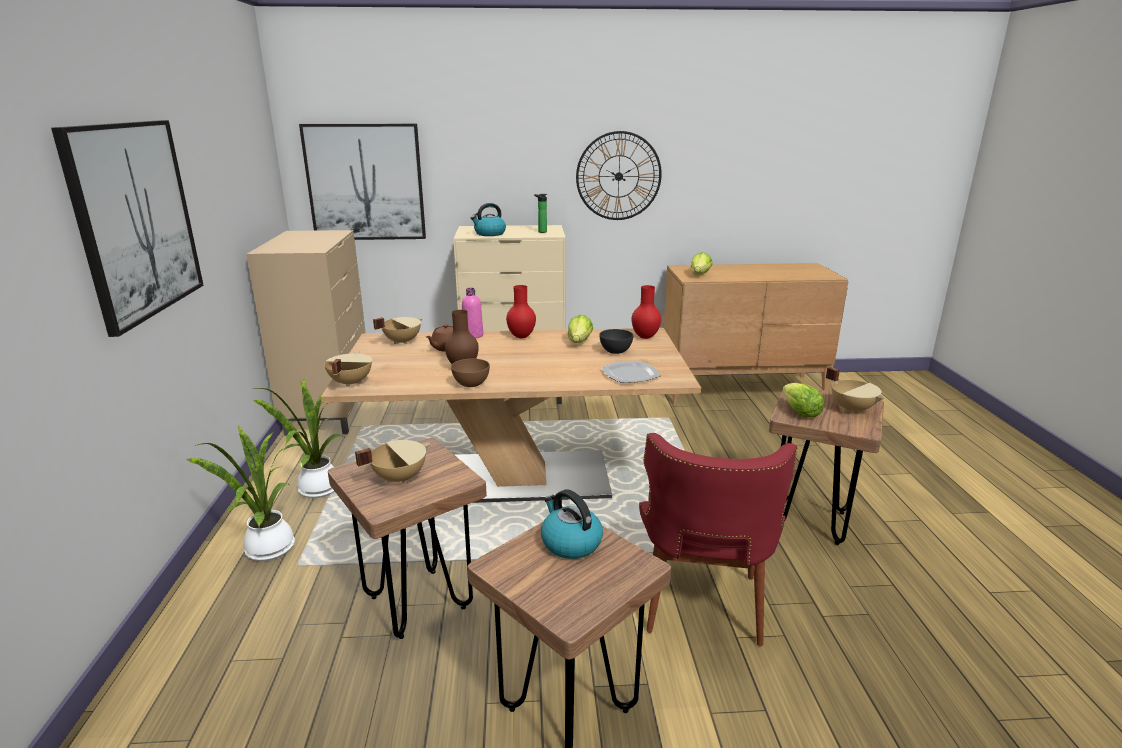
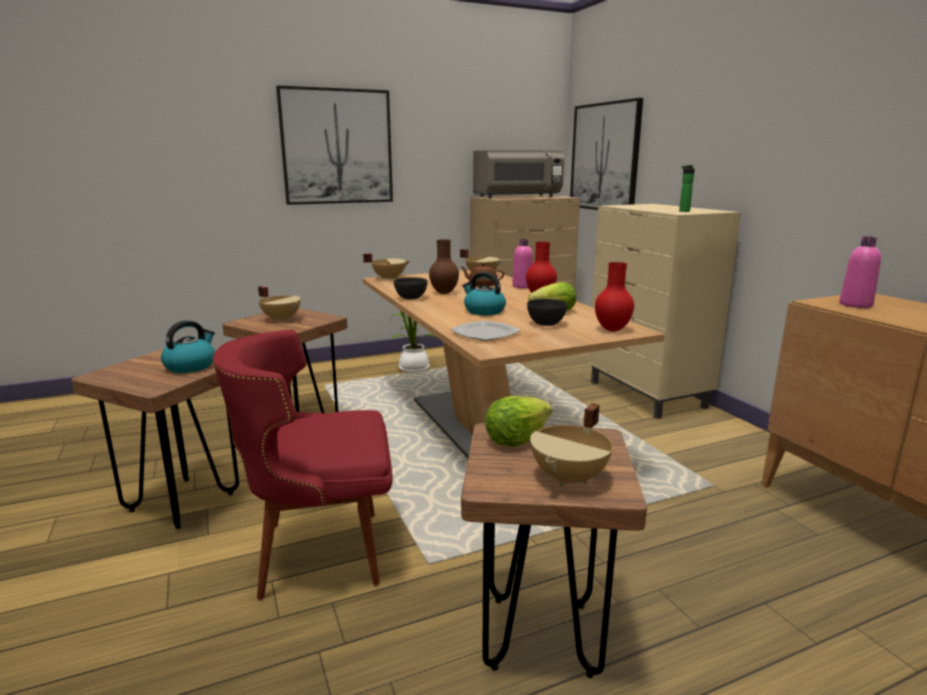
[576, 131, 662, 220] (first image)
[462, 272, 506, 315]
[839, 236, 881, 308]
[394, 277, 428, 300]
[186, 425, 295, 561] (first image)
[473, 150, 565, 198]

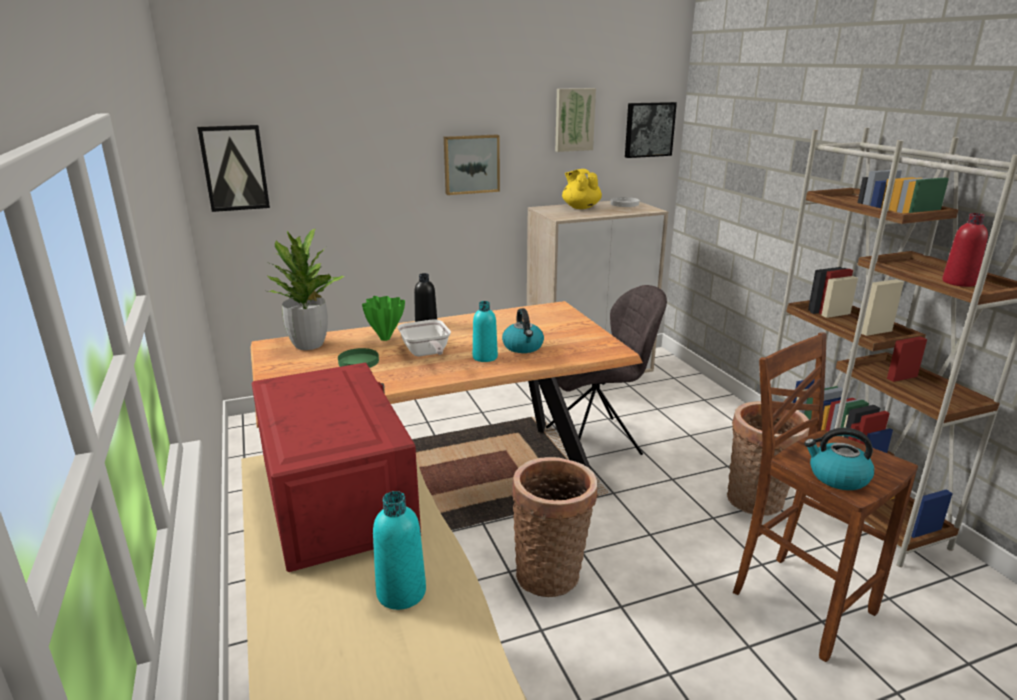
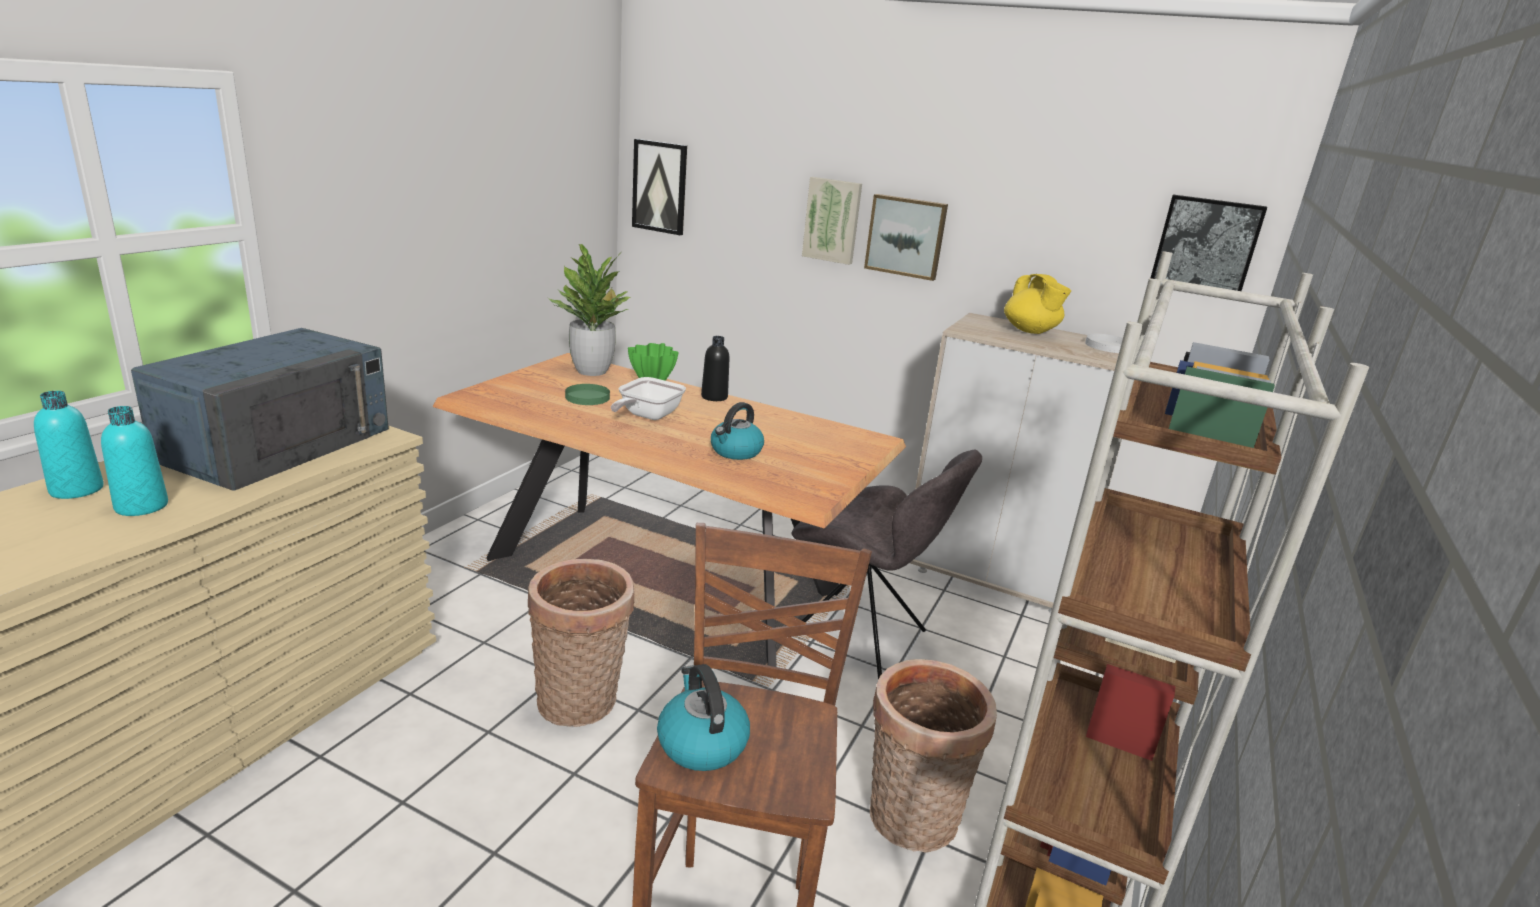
[802, 177, 862, 265]
[1004, 274, 1071, 334]
[942, 213, 988, 287] (first image)
[34, 391, 104, 499]
[131, 328, 389, 491]

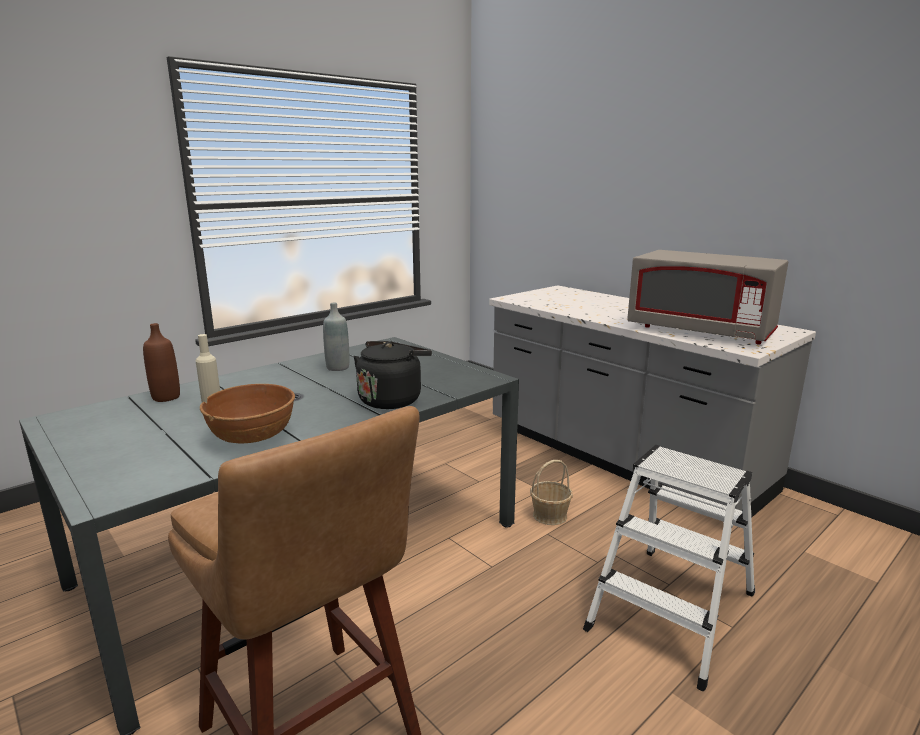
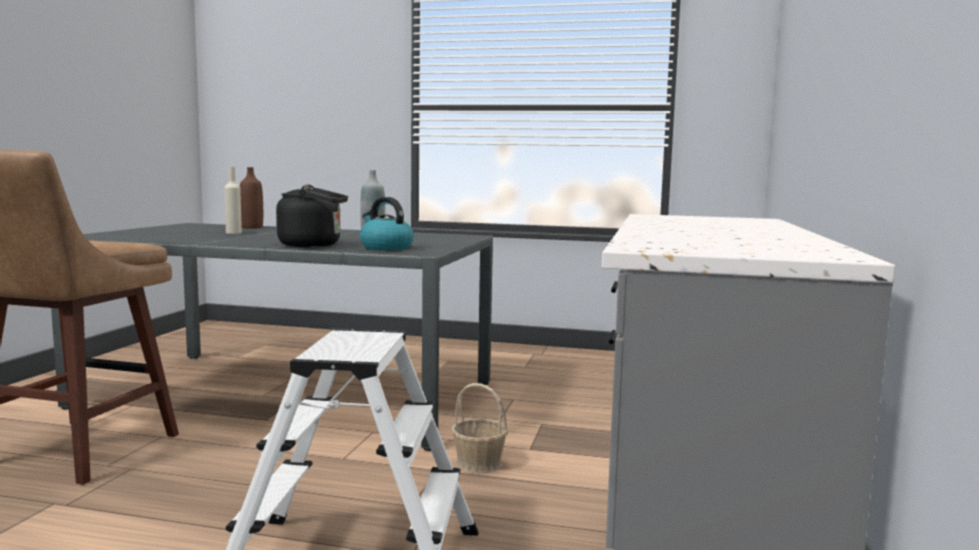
[627, 250, 788, 345] (first image)
[200, 384, 295, 444] (first image)
[360, 197, 414, 250]

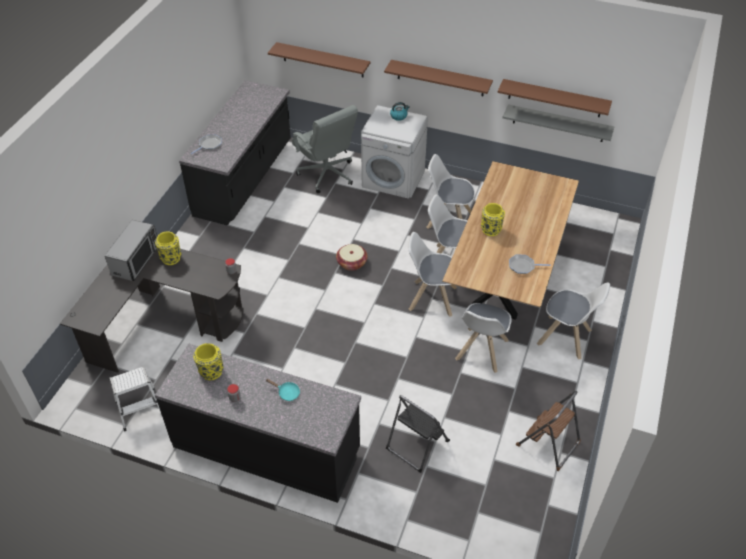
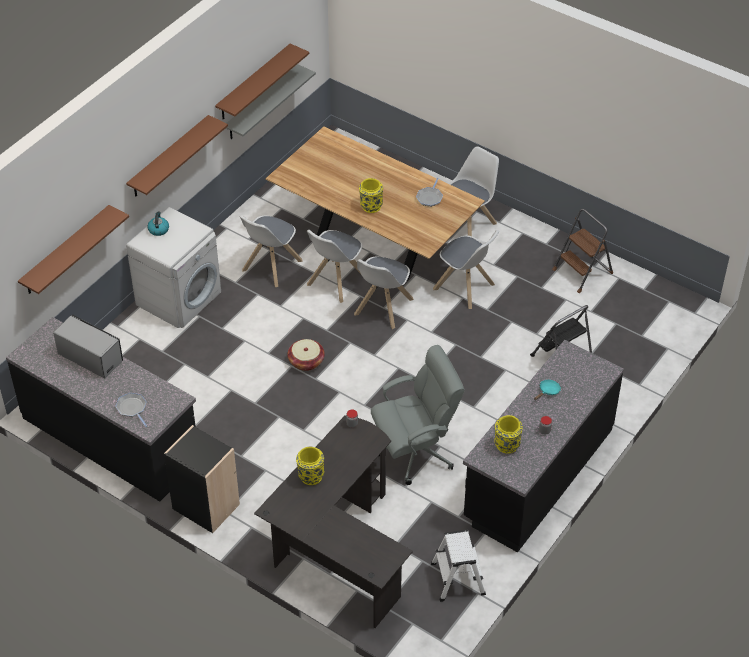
[371, 345, 465, 485]
[53, 314, 123, 379]
[164, 425, 240, 533]

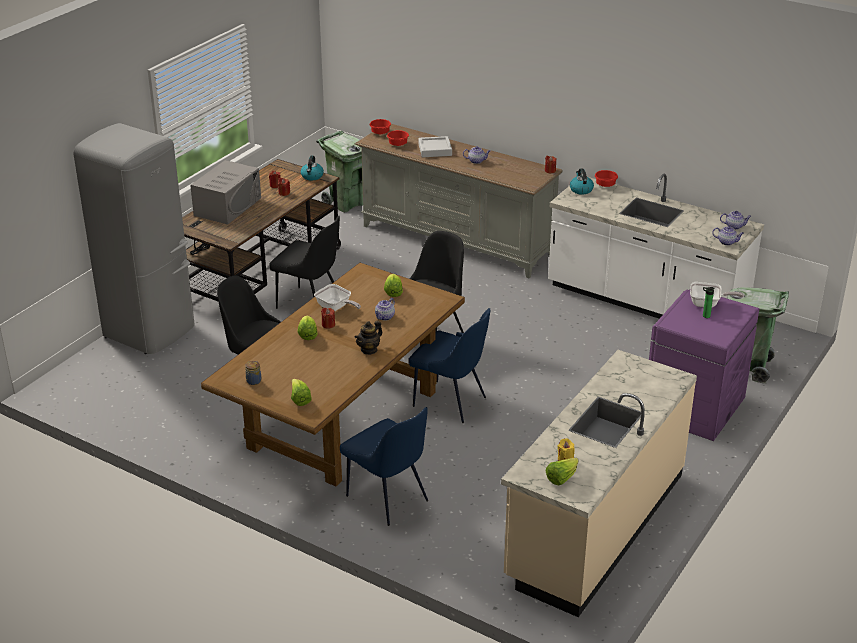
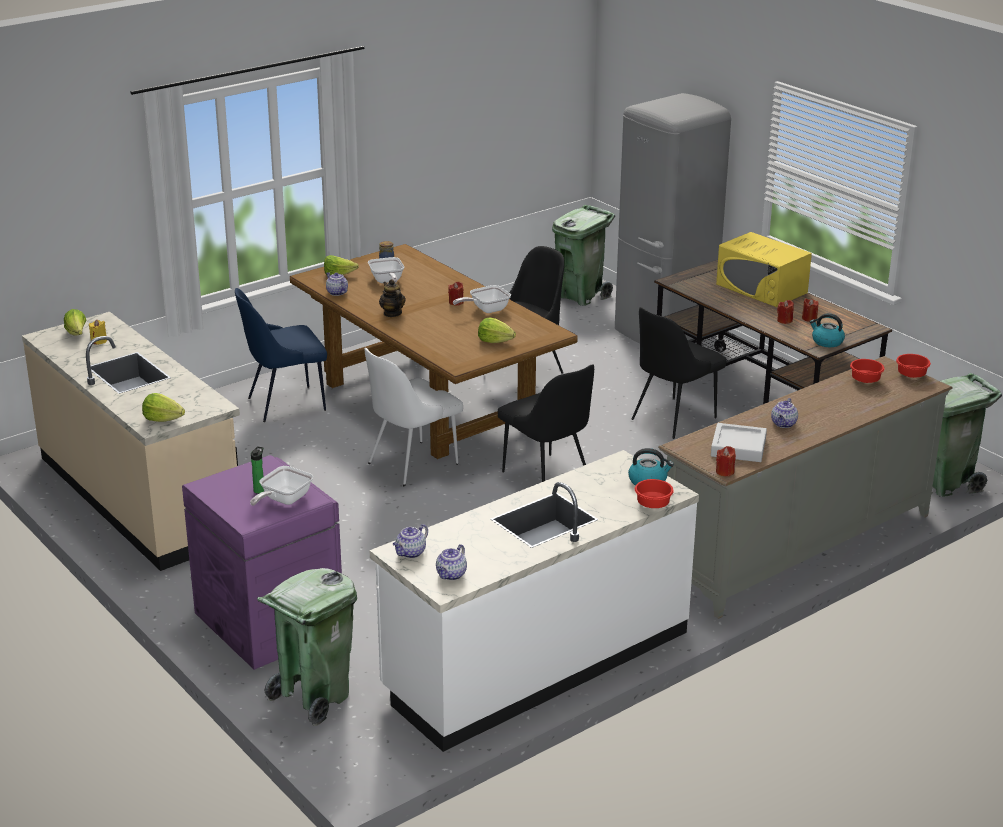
[711, 423, 767, 462]
[716, 232, 812, 307]
[326, 272, 348, 296]
[364, 348, 463, 486]
[142, 393, 185, 422]
[552, 205, 615, 306]
[368, 257, 404, 283]

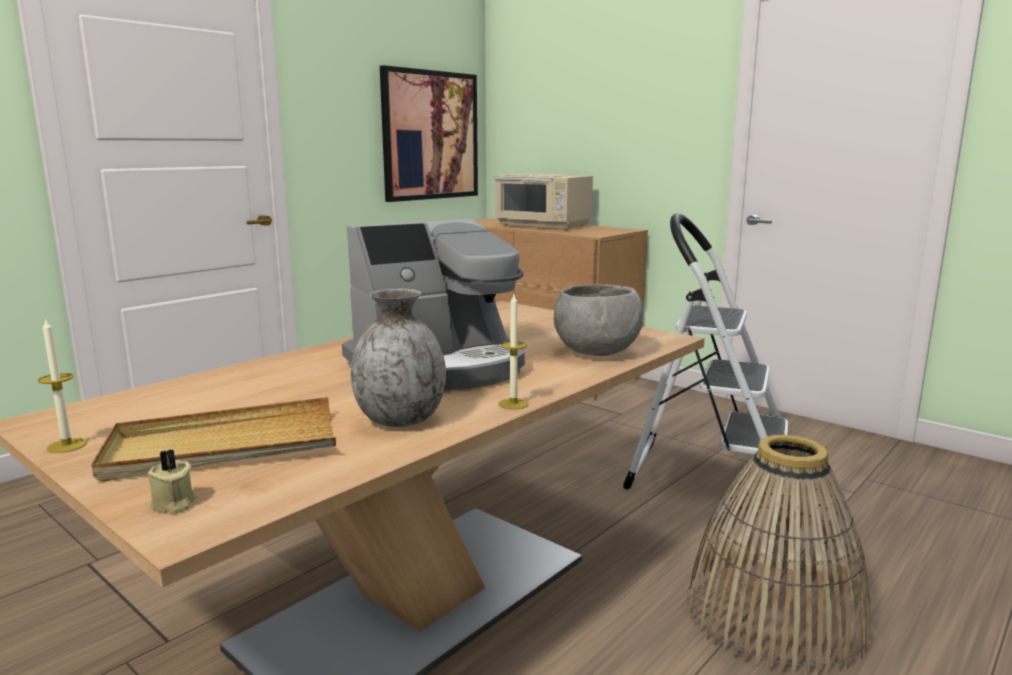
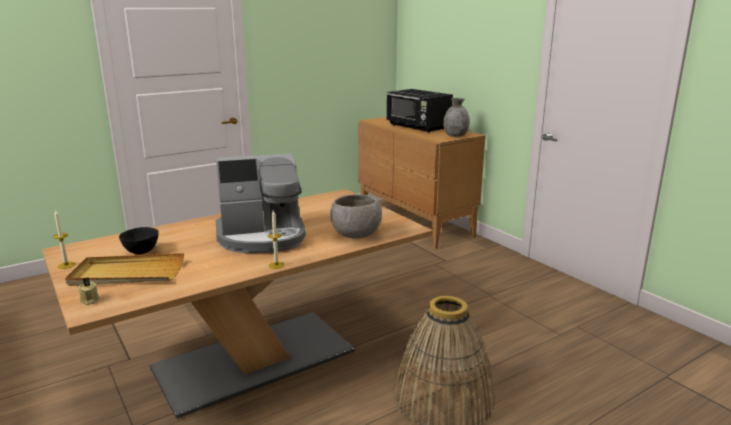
[380, 65, 478, 202] (first image)
[386, 89, 453, 133]
[623, 213, 790, 497] (first image)
[443, 98, 470, 137]
[119, 227, 159, 254]

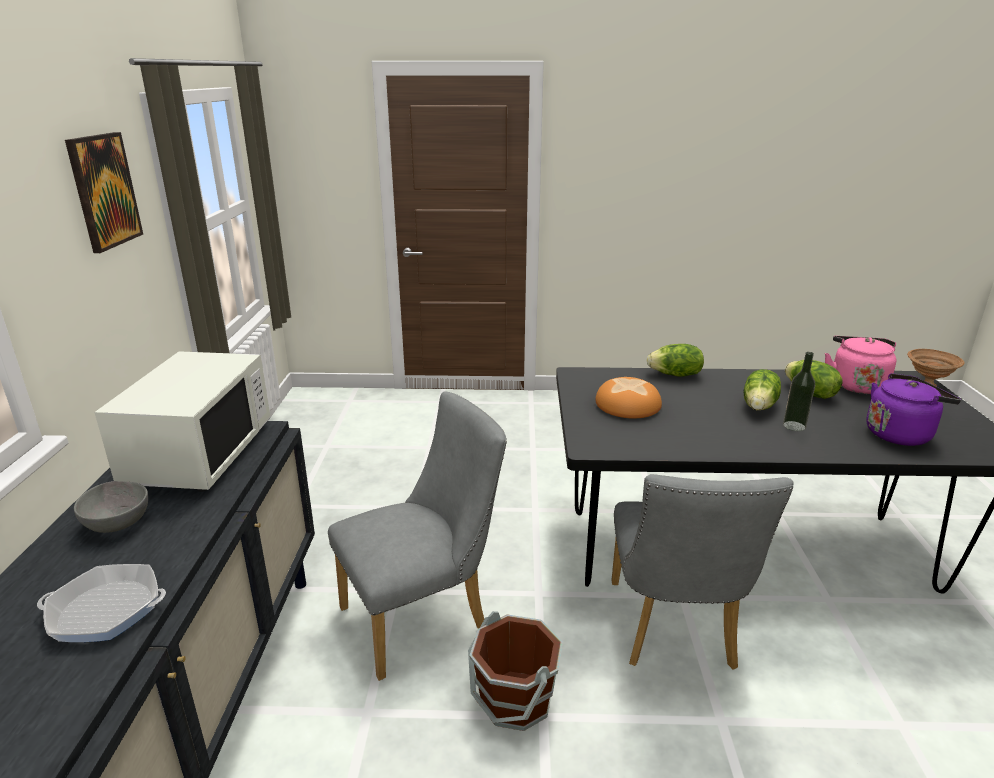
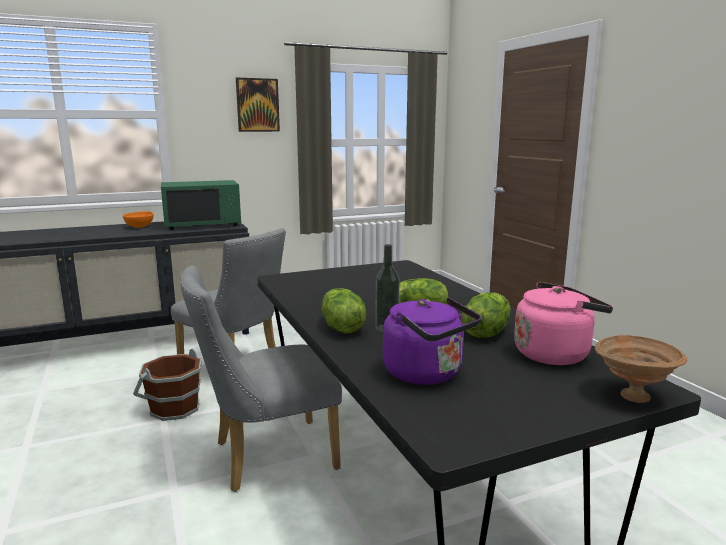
[322, 288, 366, 333]
[161, 180, 241, 230]
[595, 377, 662, 419] (first image)
[123, 211, 154, 228]
[37, 564, 166, 642] (first image)

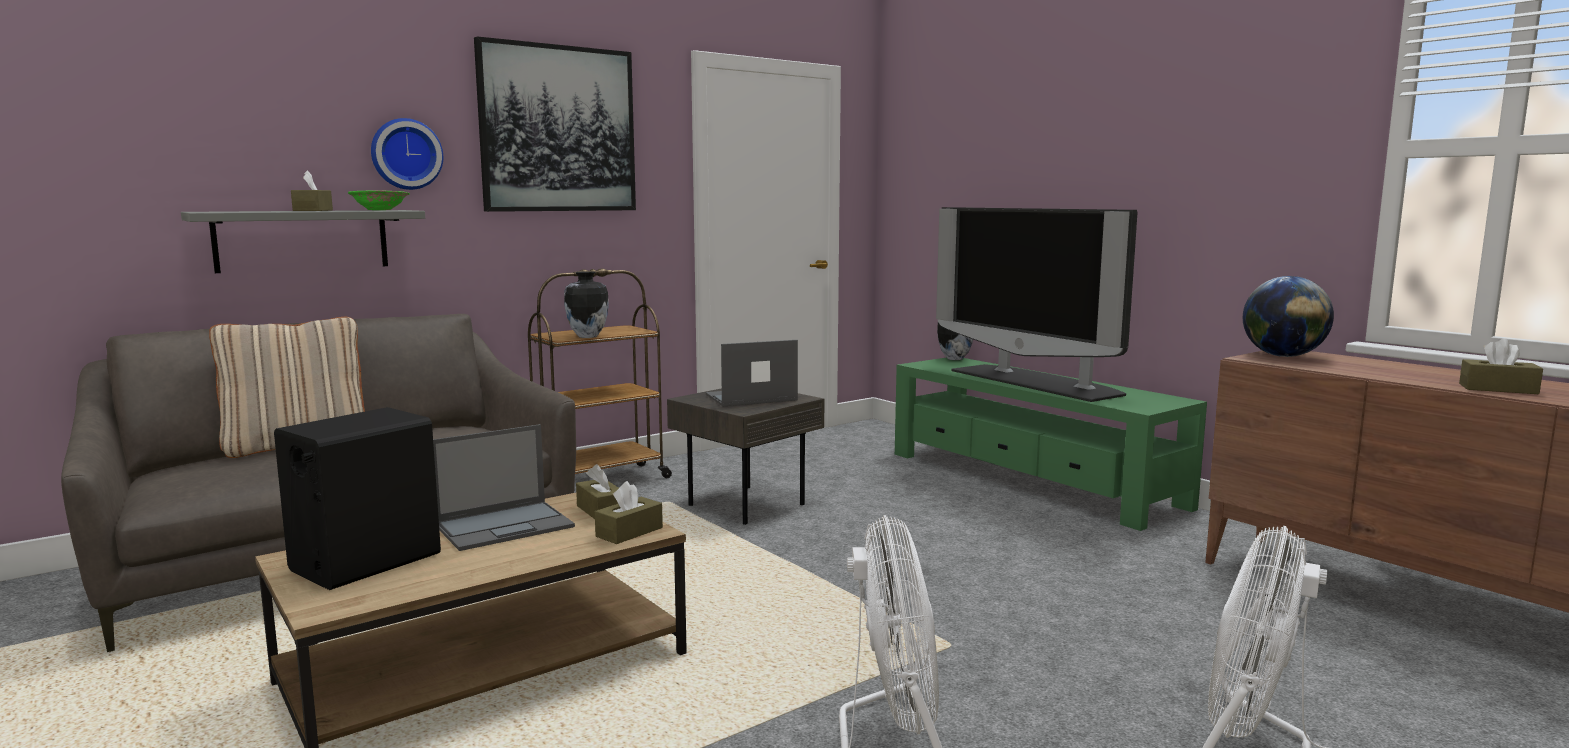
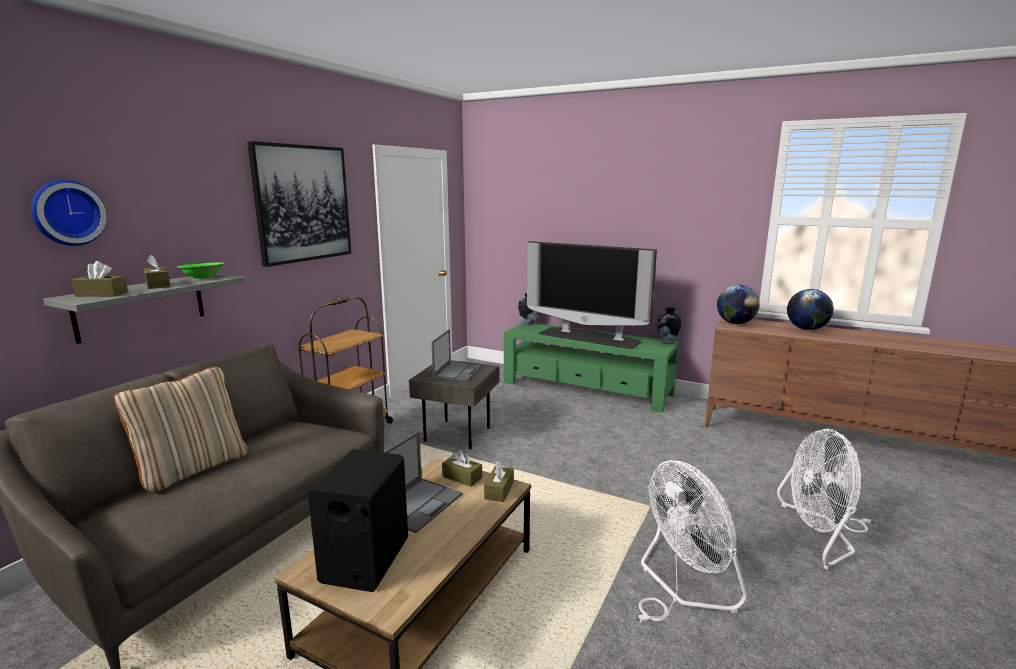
[31, 180, 107, 246]
[657, 307, 682, 344]
[72, 261, 128, 297]
[431, 329, 482, 381]
[787, 289, 834, 330]

